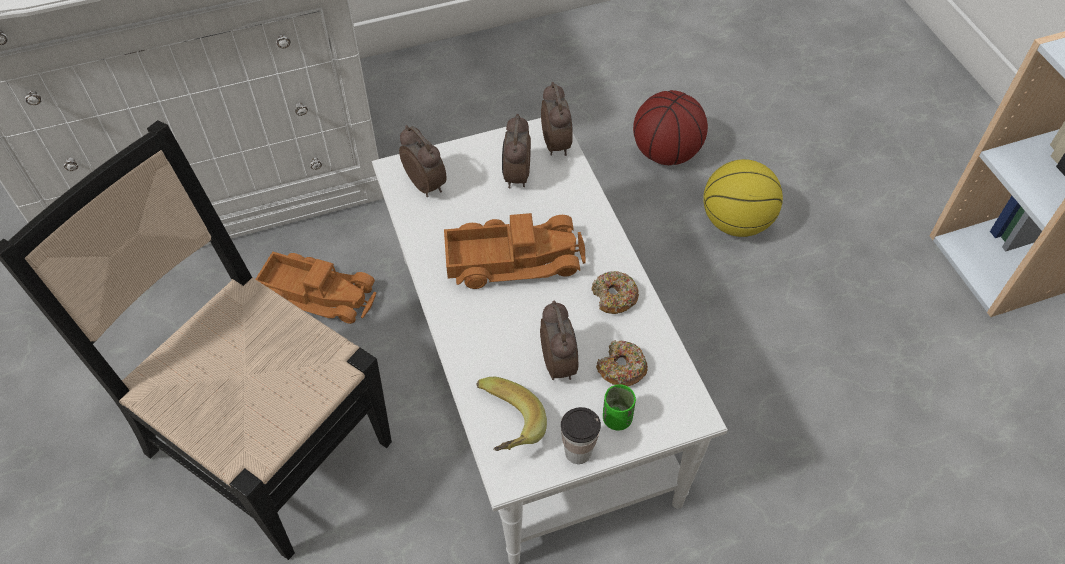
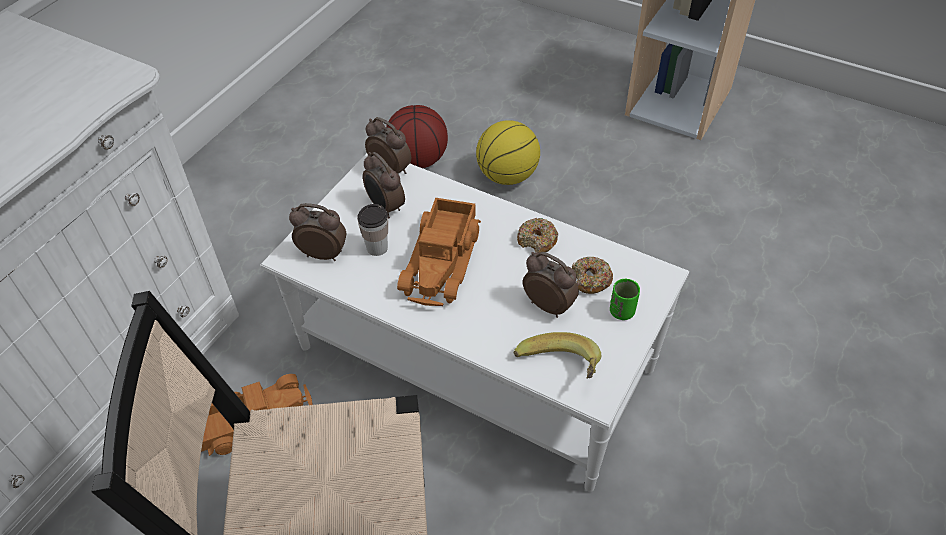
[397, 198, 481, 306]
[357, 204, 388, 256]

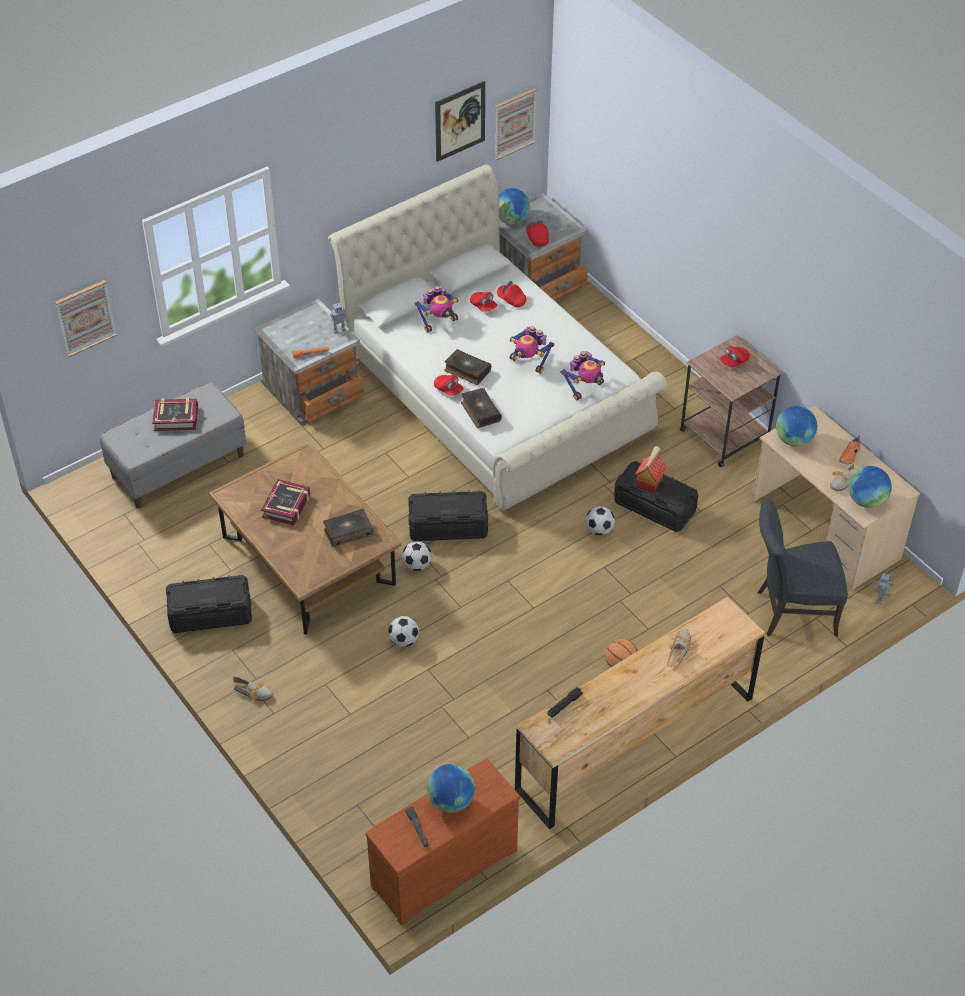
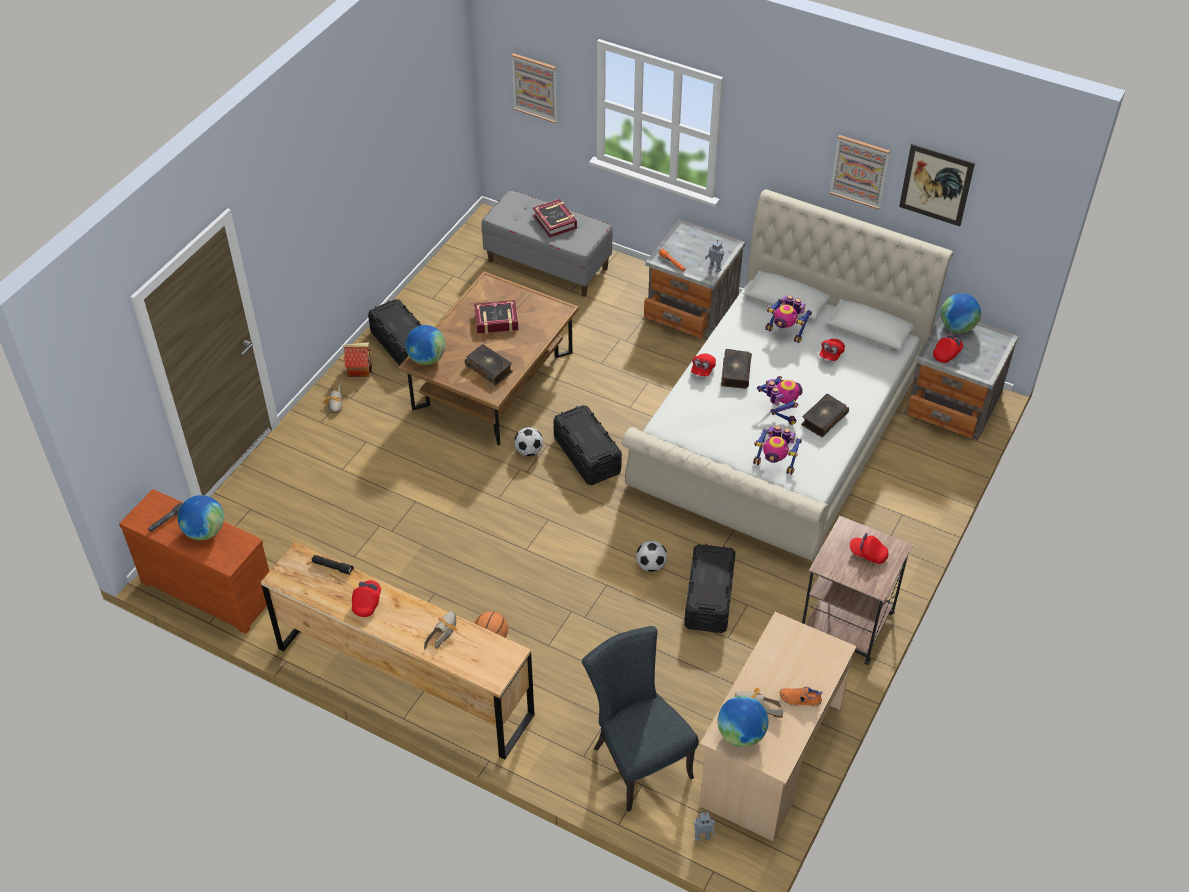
[829, 135, 890, 210]
[352, 580, 381, 617]
[757, 376, 803, 425]
[801, 394, 849, 437]
[405, 325, 445, 365]
[343, 342, 372, 377]
[388, 616, 419, 647] (first image)
[424, 611, 458, 649]

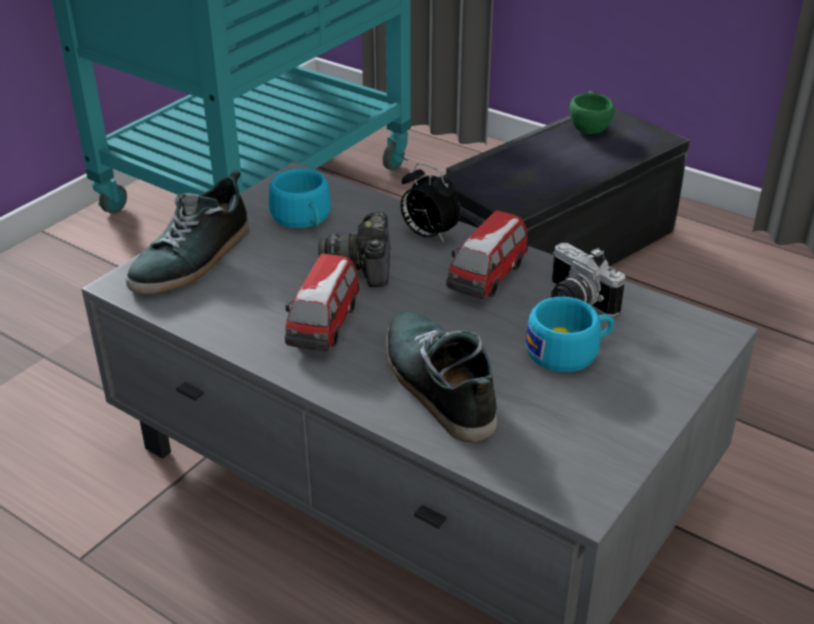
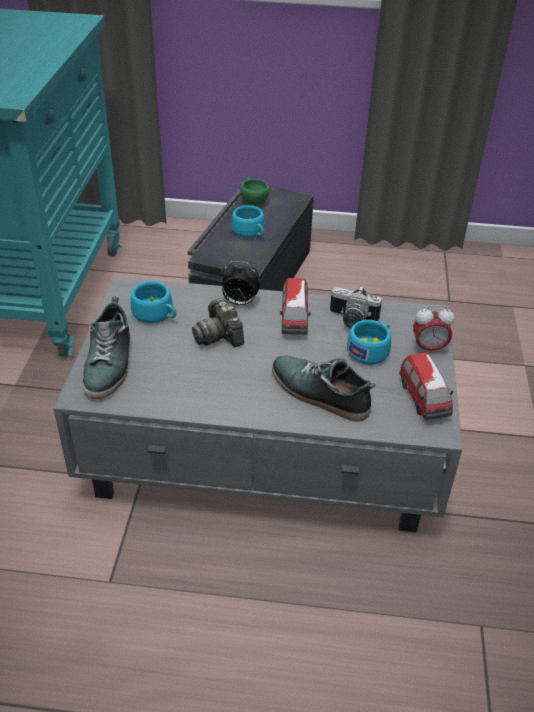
[399, 352, 453, 420]
[232, 205, 264, 238]
[413, 305, 455, 353]

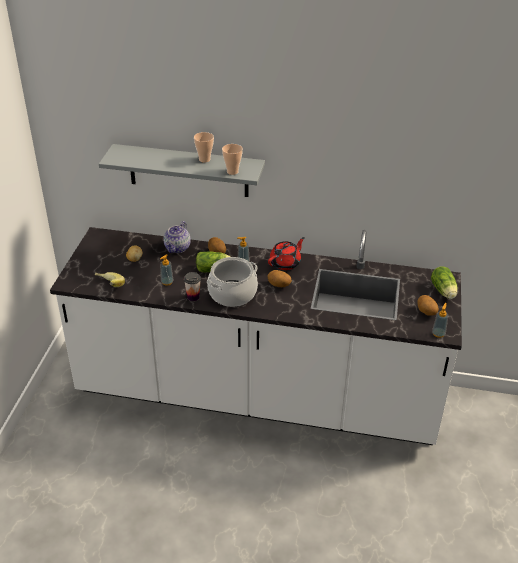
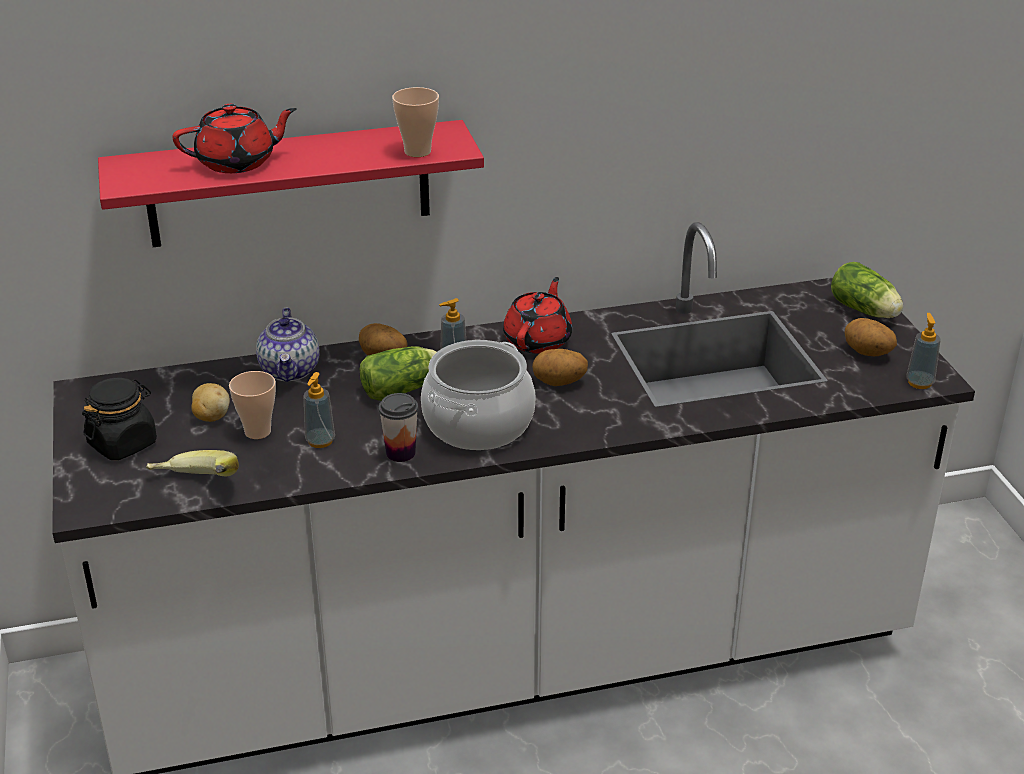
[229, 371, 276, 439]
[98, 120, 484, 247]
[172, 104, 297, 173]
[82, 378, 157, 460]

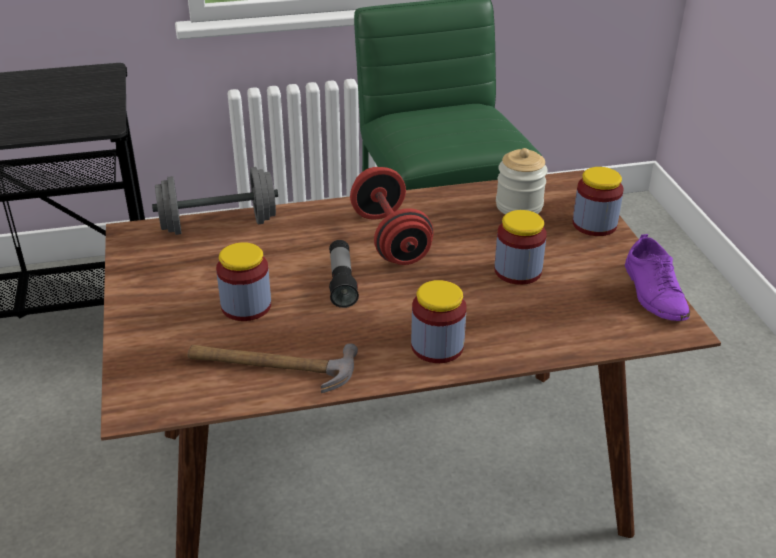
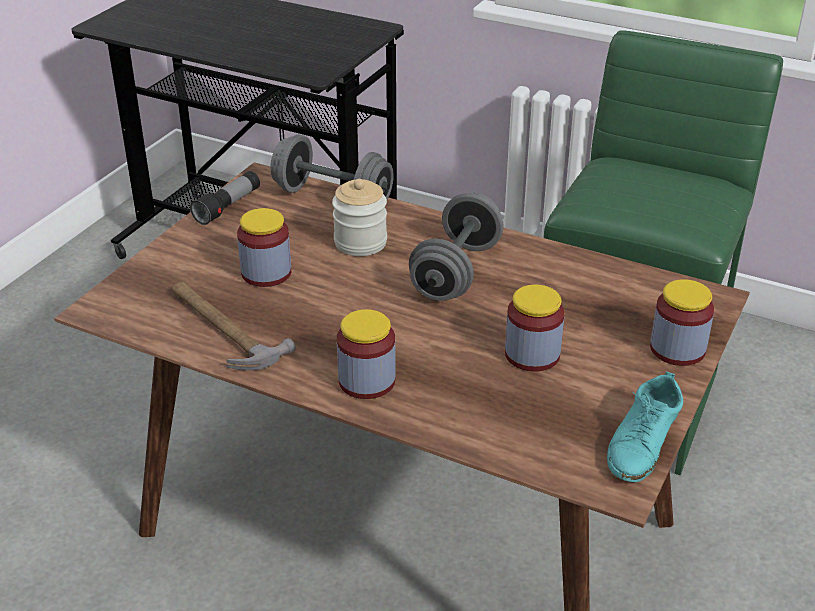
[332, 179, 387, 256]
[409, 193, 504, 301]
[607, 371, 683, 482]
[190, 171, 260, 225]

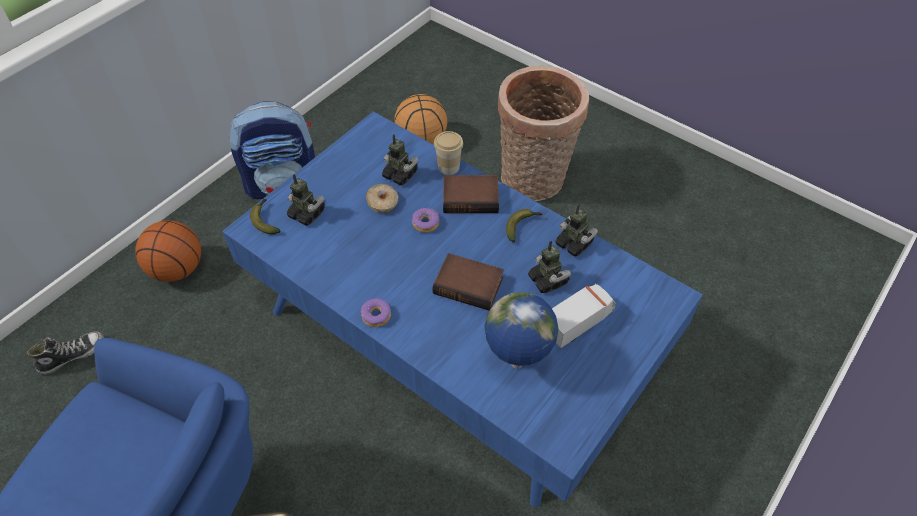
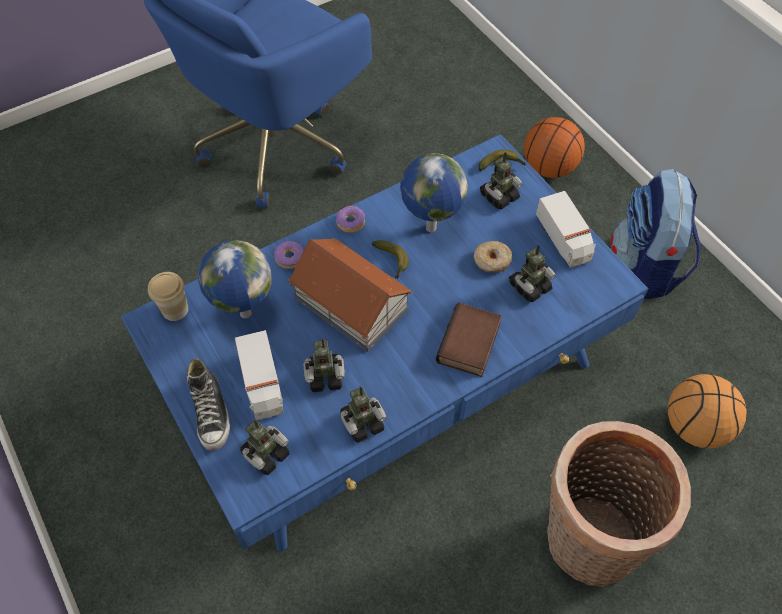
[148, 272, 188, 321]
[274, 241, 304, 269]
[372, 240, 409, 279]
[288, 238, 413, 352]
[187, 358, 230, 451]
[400, 153, 468, 232]
[536, 191, 596, 268]
[240, 419, 290, 475]

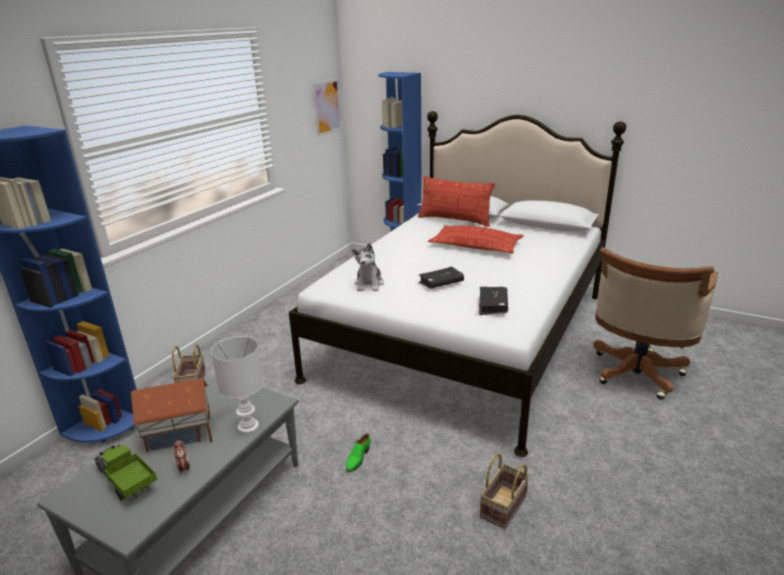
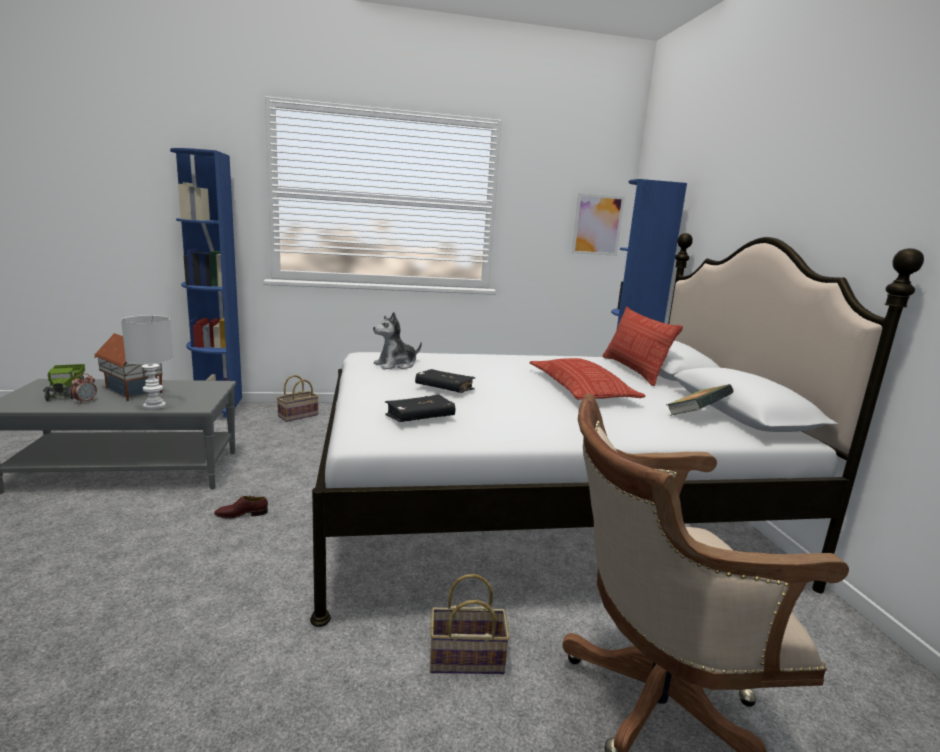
[214, 496, 268, 519]
[43, 364, 85, 401]
[430, 574, 510, 674]
[666, 384, 733, 416]

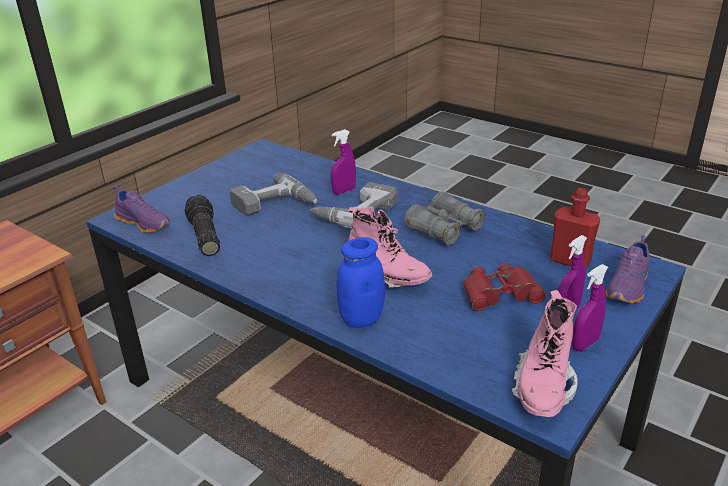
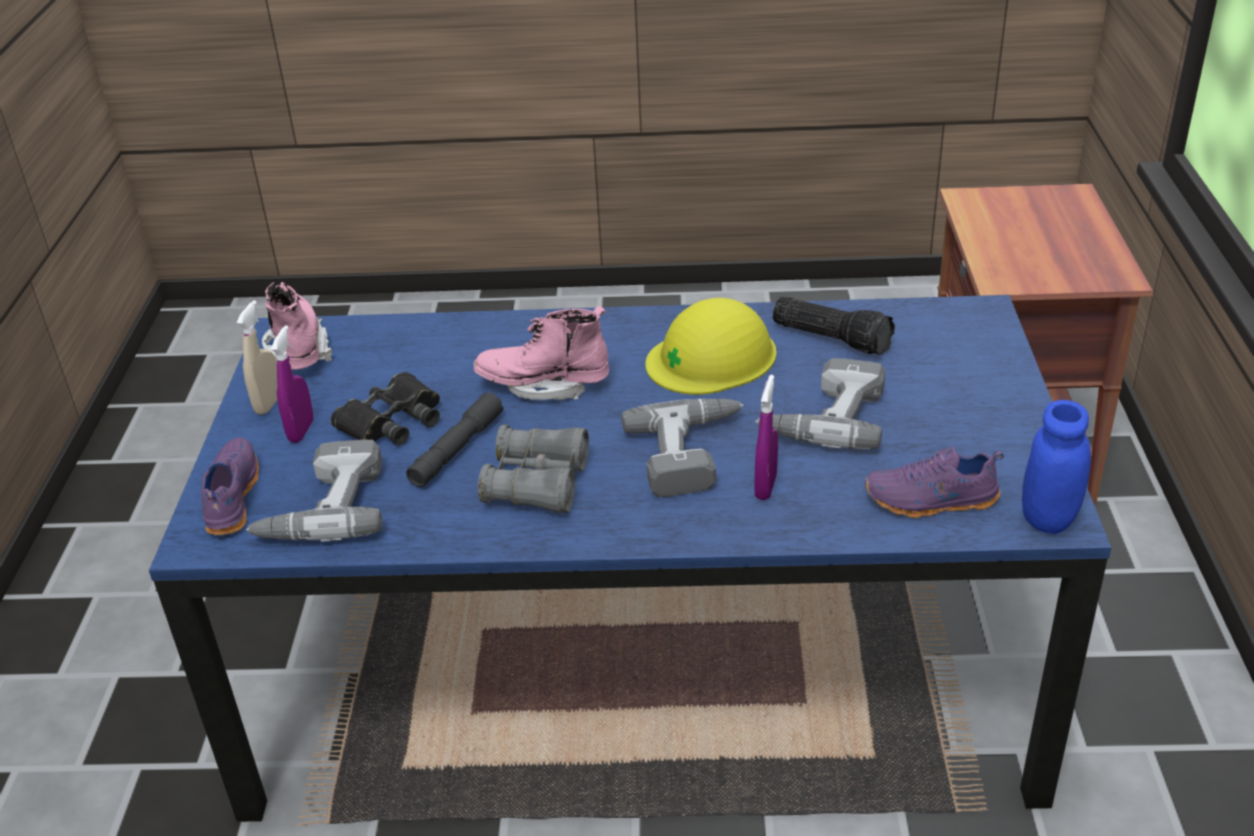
[865, 447, 1004, 518]
[246, 440, 382, 541]
[1022, 400, 1091, 534]
[331, 372, 440, 446]
[237, 300, 277, 415]
[645, 298, 776, 395]
[406, 392, 503, 487]

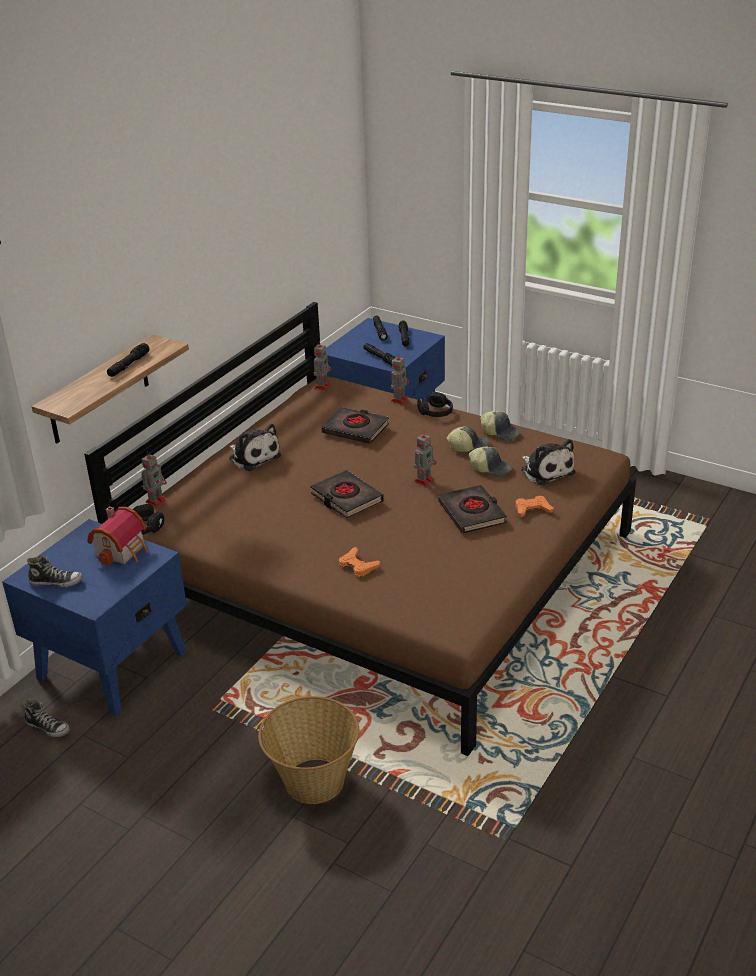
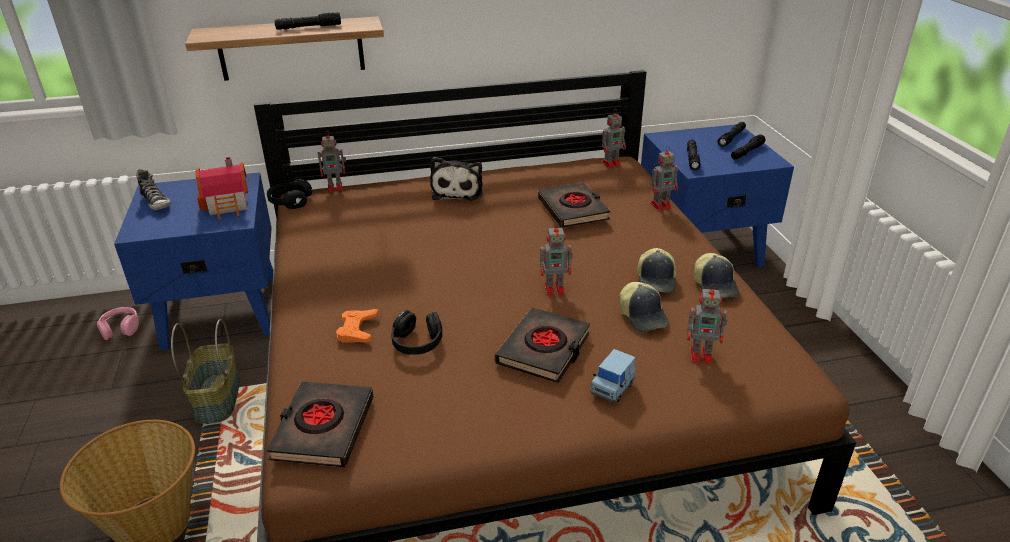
[391, 310, 442, 355]
[637, 248, 677, 293]
[687, 284, 728, 364]
[267, 381, 373, 467]
[590, 349, 636, 403]
[97, 307, 139, 340]
[171, 319, 240, 424]

